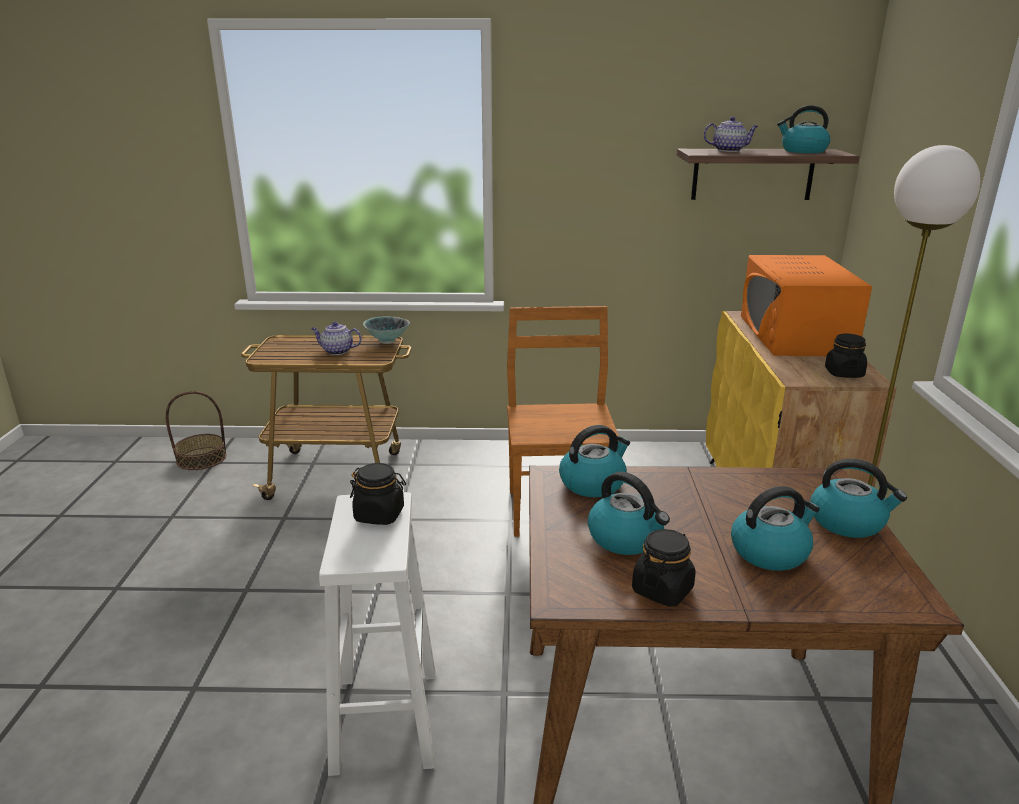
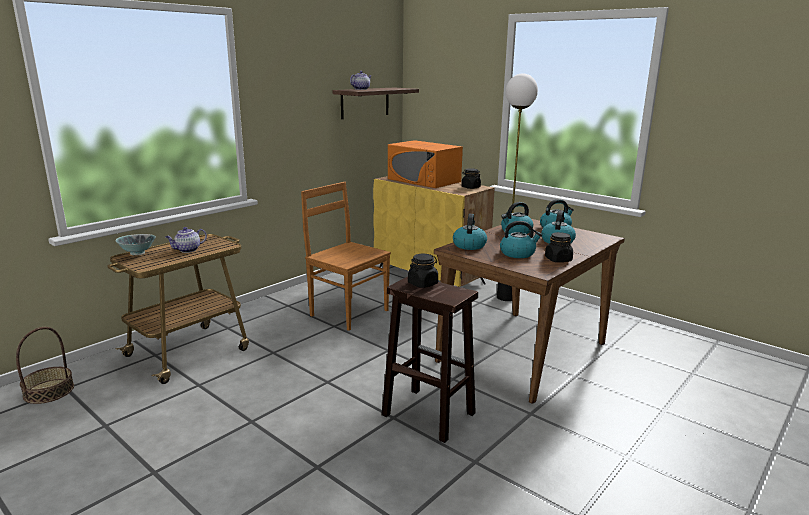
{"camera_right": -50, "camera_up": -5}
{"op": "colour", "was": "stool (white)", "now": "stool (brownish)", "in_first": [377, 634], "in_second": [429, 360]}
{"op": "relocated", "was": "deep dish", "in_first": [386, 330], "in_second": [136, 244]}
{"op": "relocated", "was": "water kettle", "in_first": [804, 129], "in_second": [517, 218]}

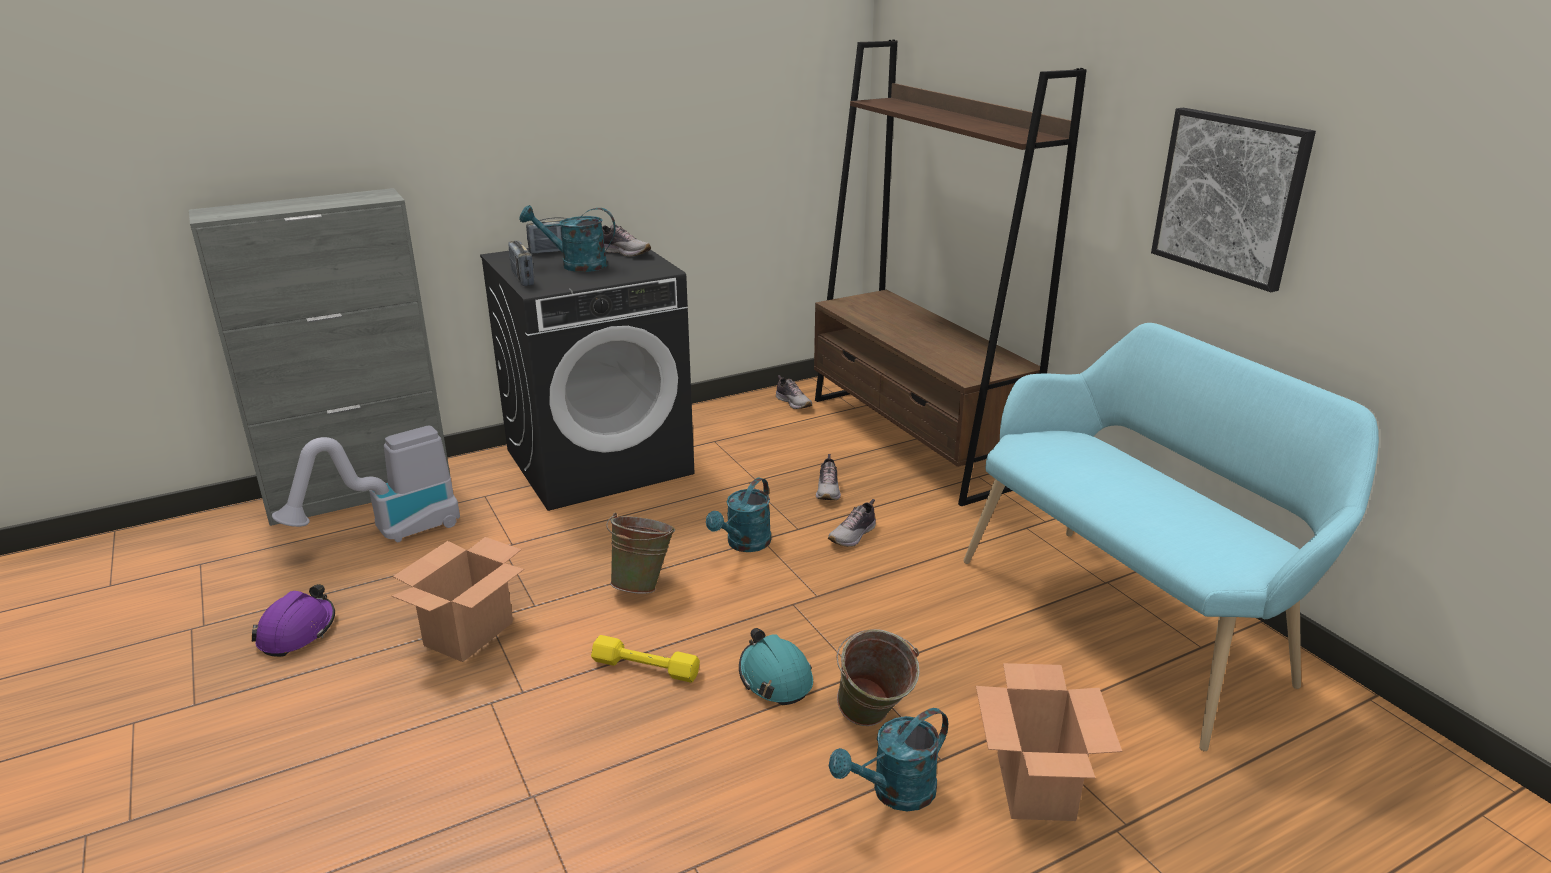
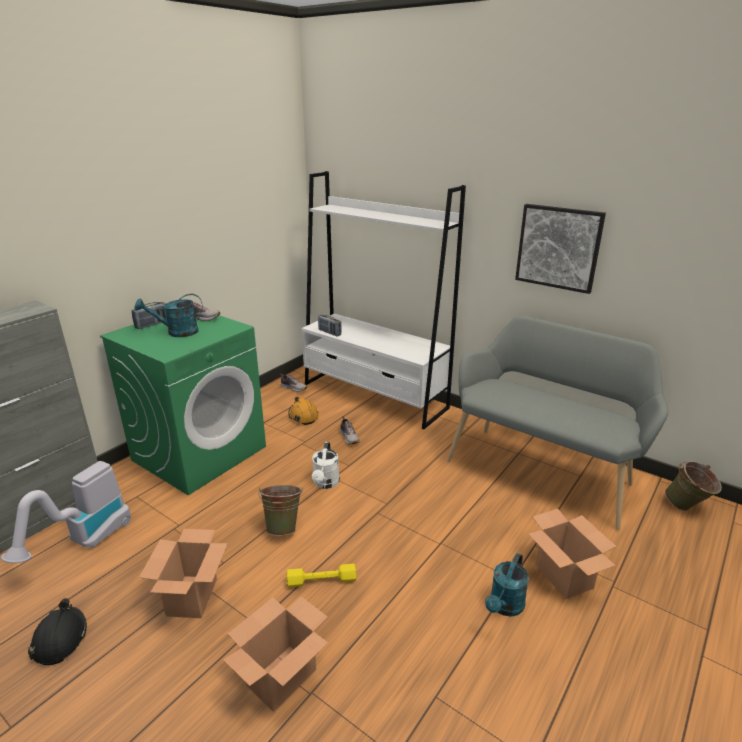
{"camera_right": -25, "camera_up": 0}
{"op": "colour", "was": "hard hat (purplish)", "now": "hard hat (black-coloured)", "in_first": [293, 620], "in_second": [57, 631]}
{"op": "colour", "was": "washing machine (black-coloured)", "now": "washing machine (green)", "in_first": [587, 379], "in_second": [183, 405]}
{"op": "relocated", "was": "radio", "in_first": [521, 263], "in_second": [330, 325]}
{"op": "colour", "was": "sprinkling can (turquoise-coloured)", "now": "sprinkling can (white)", "in_first": [738, 515], "in_second": [326, 465]}
{"op": "missing", "was": "hard hat (turquoise-coloured)", "in_first": [776, 666]}
{"op": "colour", "was": "bookshelf (brownish)", "now": "bookshelf (white)", "in_first": [950, 273], "in_second": [384, 300]}
{"op": "missing", "was": "low shoe", "in_first": [852, 523]}
{"op": "relocated", "was": "pail (green)", "in_first": [878, 677], "in_second": [693, 486]}
{"op": "colour", "was": "bench (turquoise-coloured)", "now": "bench (greyish)", "in_first": [1171, 537], "in_second": [557, 423]}
{"op": "appeared", "now": "packing box", "in_second": [275, 654]}
{"op": "appeared", "now": "hard hat (orange)", "in_second": [303, 411]}

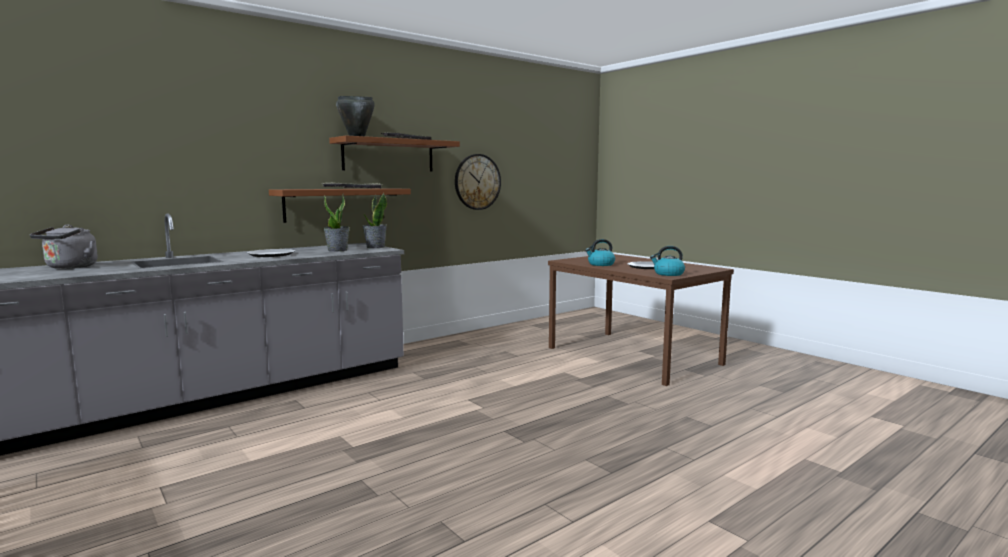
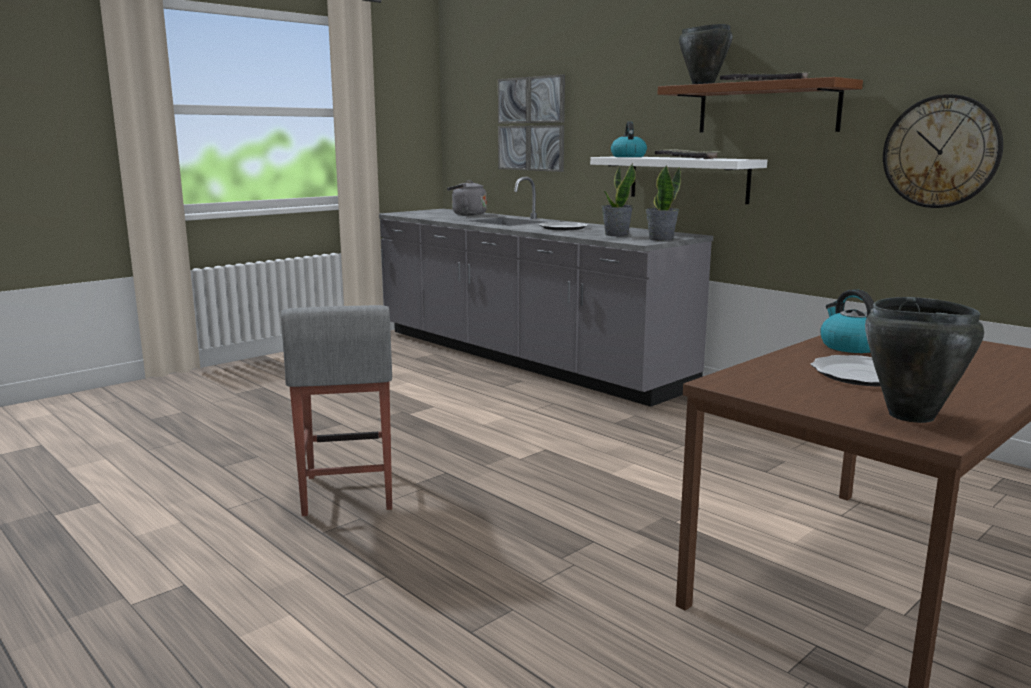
{"camera_right": 85, "camera_up": 5}
{"op": "colour", "was": "shelf (brownish)", "now": "shelf (white)", "in_first": [340, 205], "in_second": [678, 180]}
{"op": "relocated", "was": "water kettle", "in_first": [667, 261], "in_second": [629, 139]}
{"op": "appeared", "now": "stool (greyish)", "in_second": [336, 410]}
{"op": "appeared", "now": "wall picture", "in_second": [531, 123]}
{"op": "appeared", "now": "stockpot (black-coloured)", "in_second": [924, 360]}

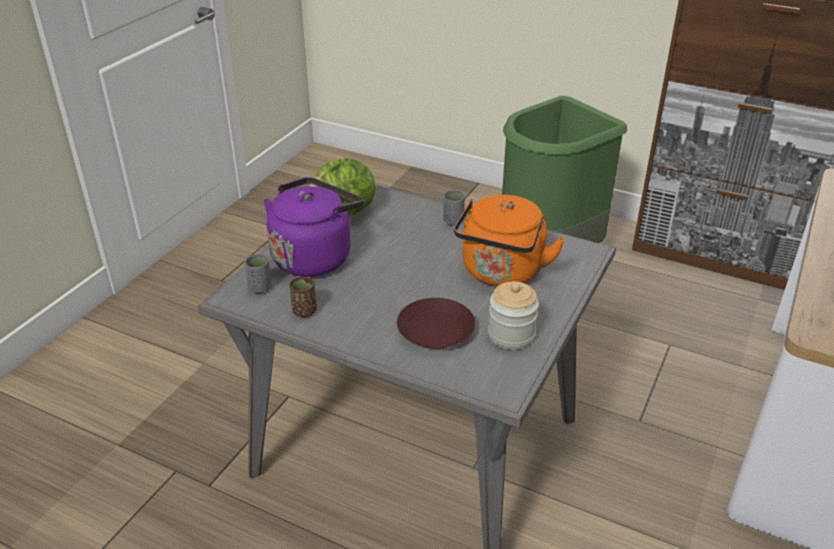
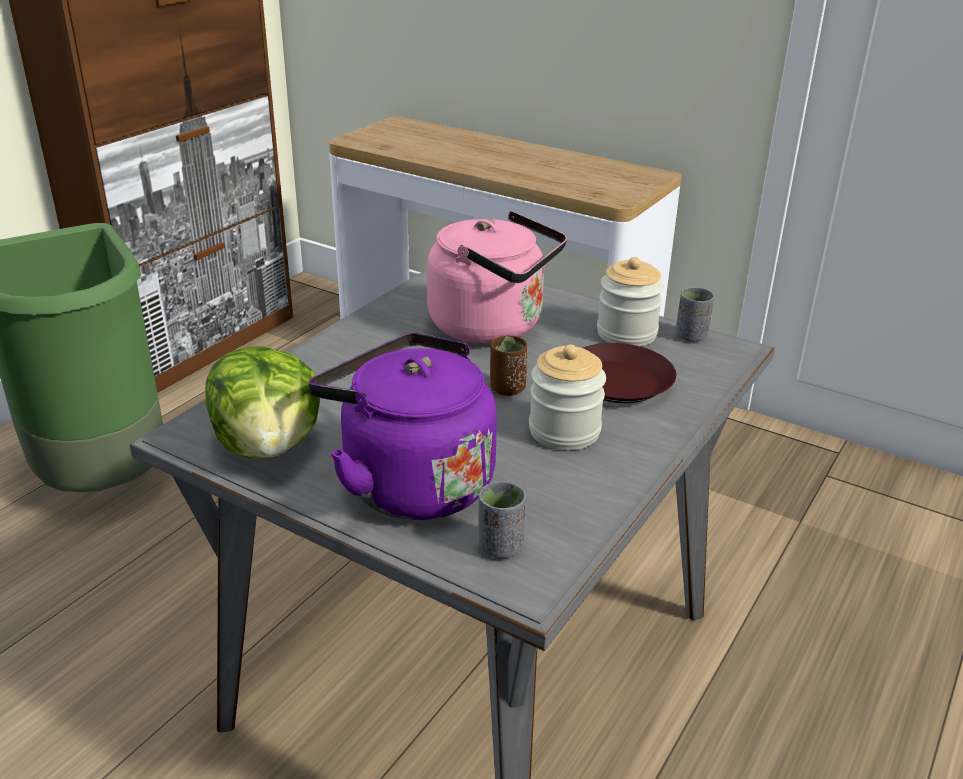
{"camera_right": -85, "camera_up": -5}
{"op": "relocated", "was": "cup (brownish)", "in_first": [303, 297], "in_second": [508, 365]}
{"op": "relocated", "was": "cup (greyish)", "in_first": [454, 208], "in_second": [695, 314]}
{"op": "colour", "was": "water kettle (orange)", "now": "water kettle (pinkish)", "in_first": [509, 240], "in_second": [497, 277]}
{"op": "appeared", "now": "storage jar", "in_second": [567, 397]}

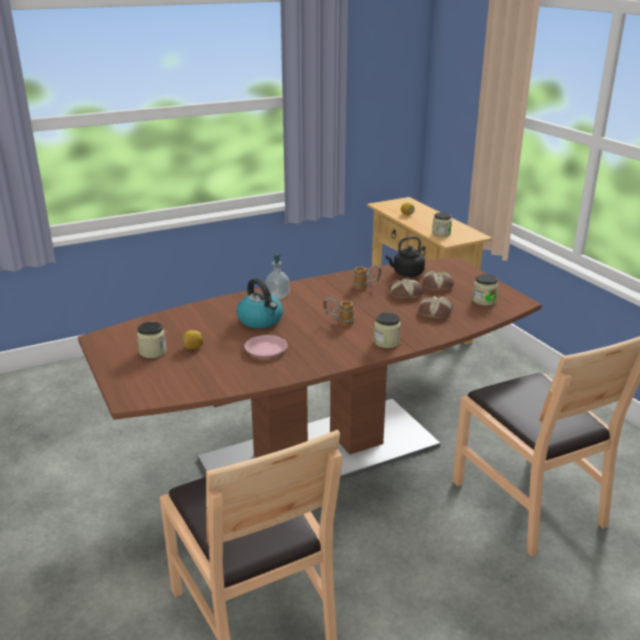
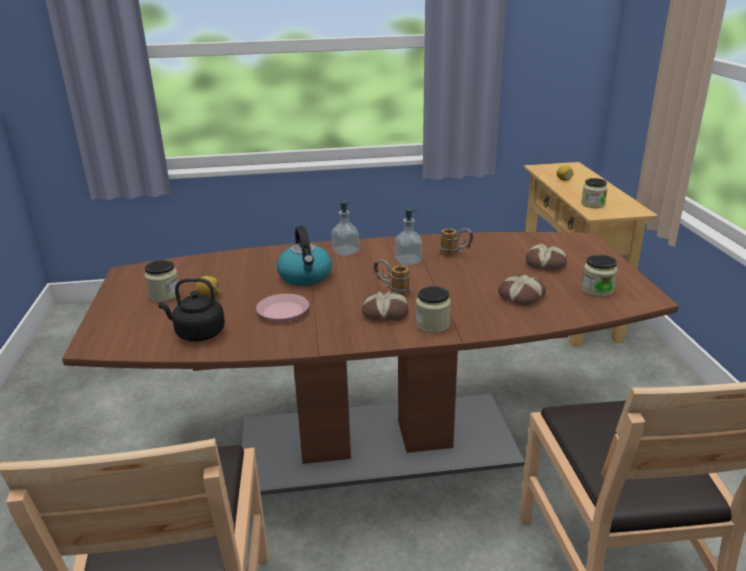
{"camera_right": 20, "camera_up": 0}
{"op": "relocated", "was": "water kettle (black-coloured)", "in_first": [405, 256], "in_second": [191, 310]}
{"op": "relocated", "was": "bread", "in_first": [405, 289], "in_second": [385, 306]}
{"op": "appeared", "now": "liquid soap bottle", "in_second": [408, 237]}

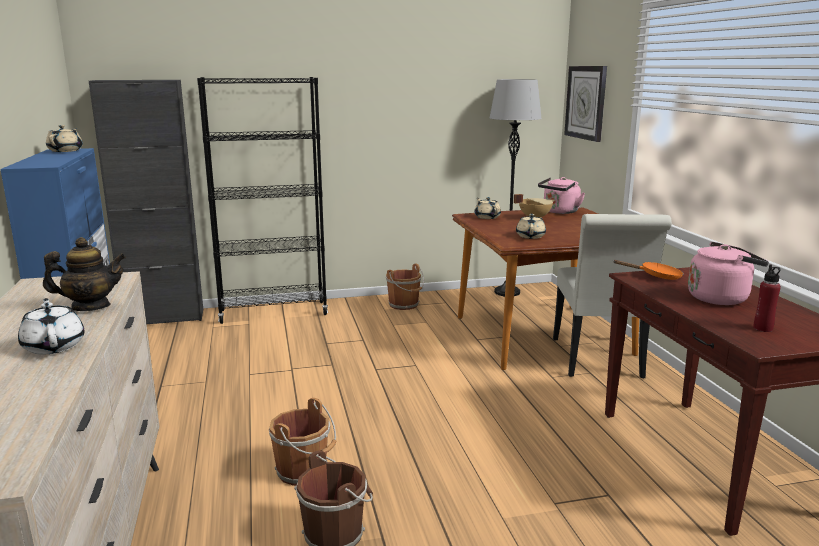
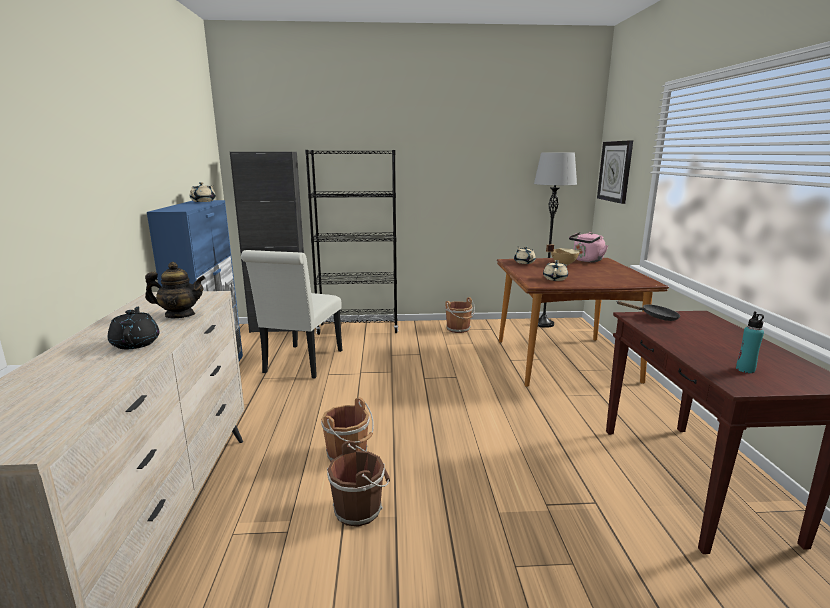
{"camera_right": 10, "camera_up": 0}
{"op": "colour", "was": "pot for tea (white)", "now": "pot for tea (black-coloured)", "in_first": [51, 326], "in_second": [134, 328]}
{"op": "relocated", "was": "chair (white)", "in_first": [612, 296], "in_second": [291, 314]}
{"op": "colour", "was": "pan (orange)", "now": "pan (black-coloured)", "in_first": [648, 270], "in_second": [648, 311]}
{"op": "missing", "was": "water kettle (pinkish)", "in_first": [728, 273]}
{"op": "colour", "was": "beverage bottle (red)", "now": "beverage bottle (turquoise-coloured)", "in_first": [767, 298], "in_second": [750, 342]}

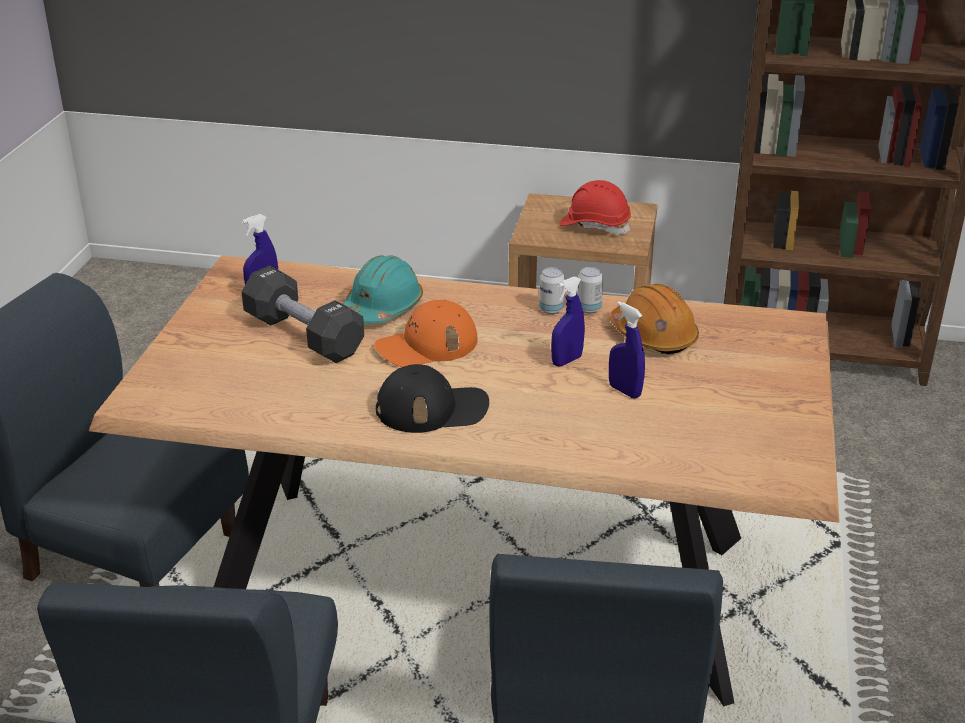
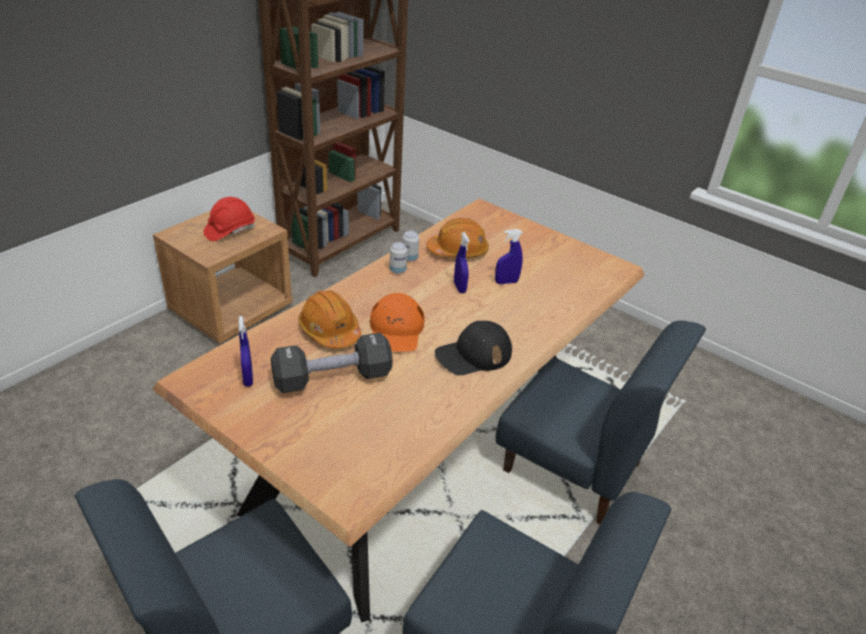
{"camera_right": -65, "camera_up": 5}
{"op": "colour", "was": "hard hat (turquoise-coloured)", "now": "hard hat (orange)", "in_first": [383, 289], "in_second": [329, 319]}
{"op": "spun", "was": "peaked cap (black-coloured)", "in_first": [432, 398], "in_second": [473, 348], "clockwise": -135}

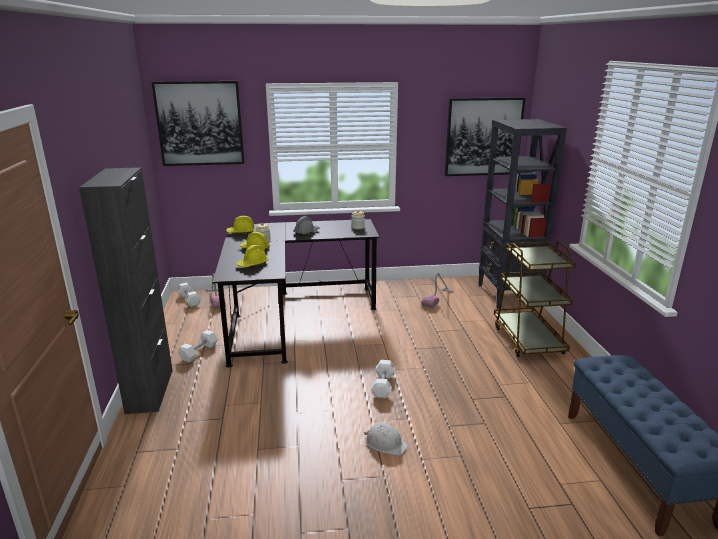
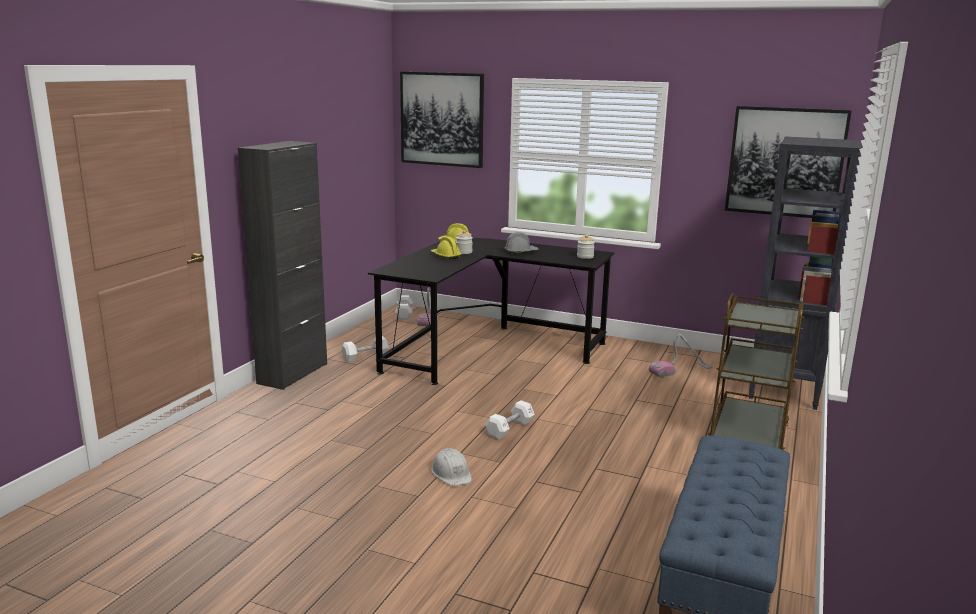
{"camera_right": 30, "camera_up": -5}
{"op": "missing", "was": "hard hat (yellowish)", "in_first": [252, 255]}

